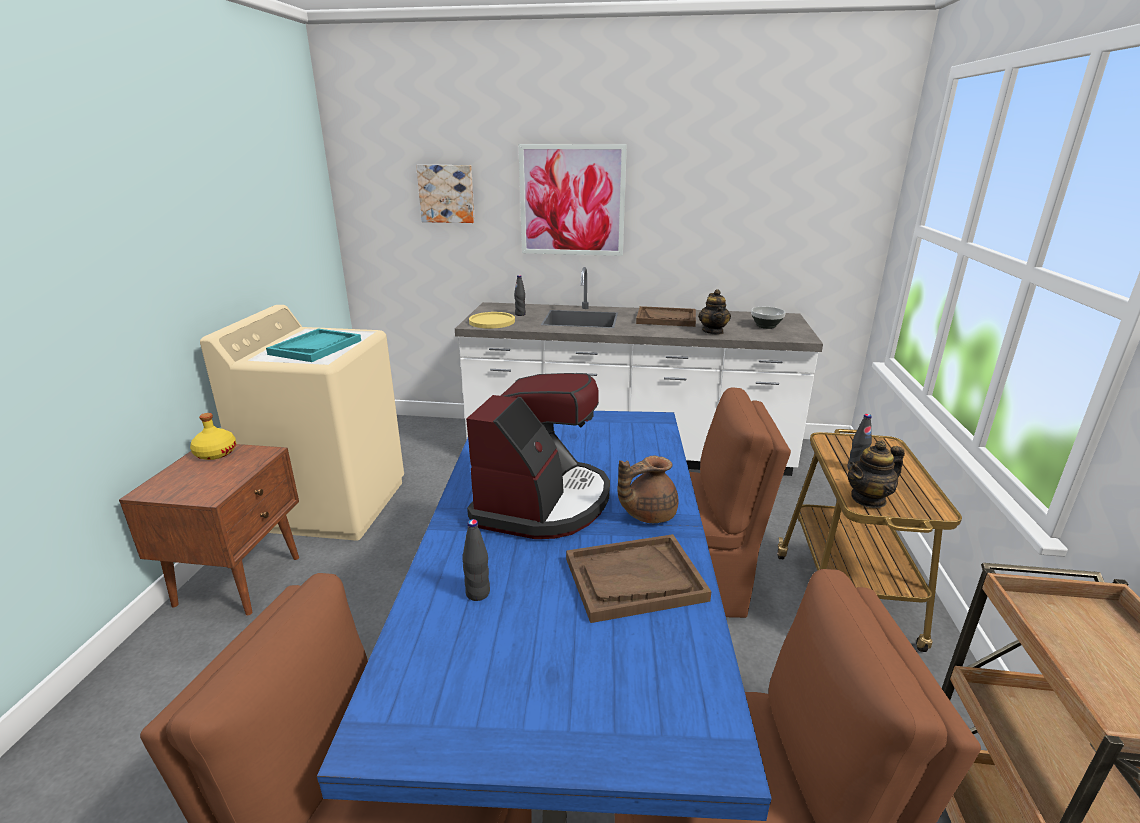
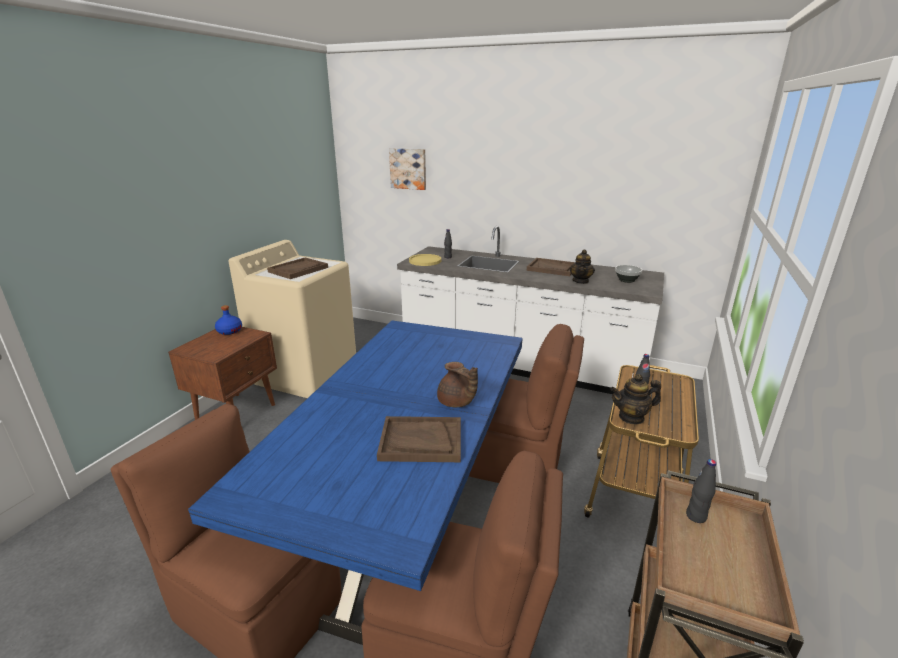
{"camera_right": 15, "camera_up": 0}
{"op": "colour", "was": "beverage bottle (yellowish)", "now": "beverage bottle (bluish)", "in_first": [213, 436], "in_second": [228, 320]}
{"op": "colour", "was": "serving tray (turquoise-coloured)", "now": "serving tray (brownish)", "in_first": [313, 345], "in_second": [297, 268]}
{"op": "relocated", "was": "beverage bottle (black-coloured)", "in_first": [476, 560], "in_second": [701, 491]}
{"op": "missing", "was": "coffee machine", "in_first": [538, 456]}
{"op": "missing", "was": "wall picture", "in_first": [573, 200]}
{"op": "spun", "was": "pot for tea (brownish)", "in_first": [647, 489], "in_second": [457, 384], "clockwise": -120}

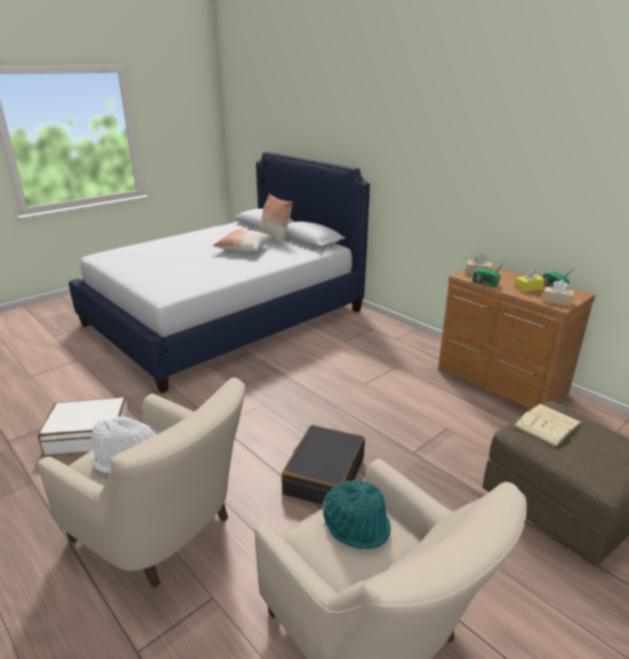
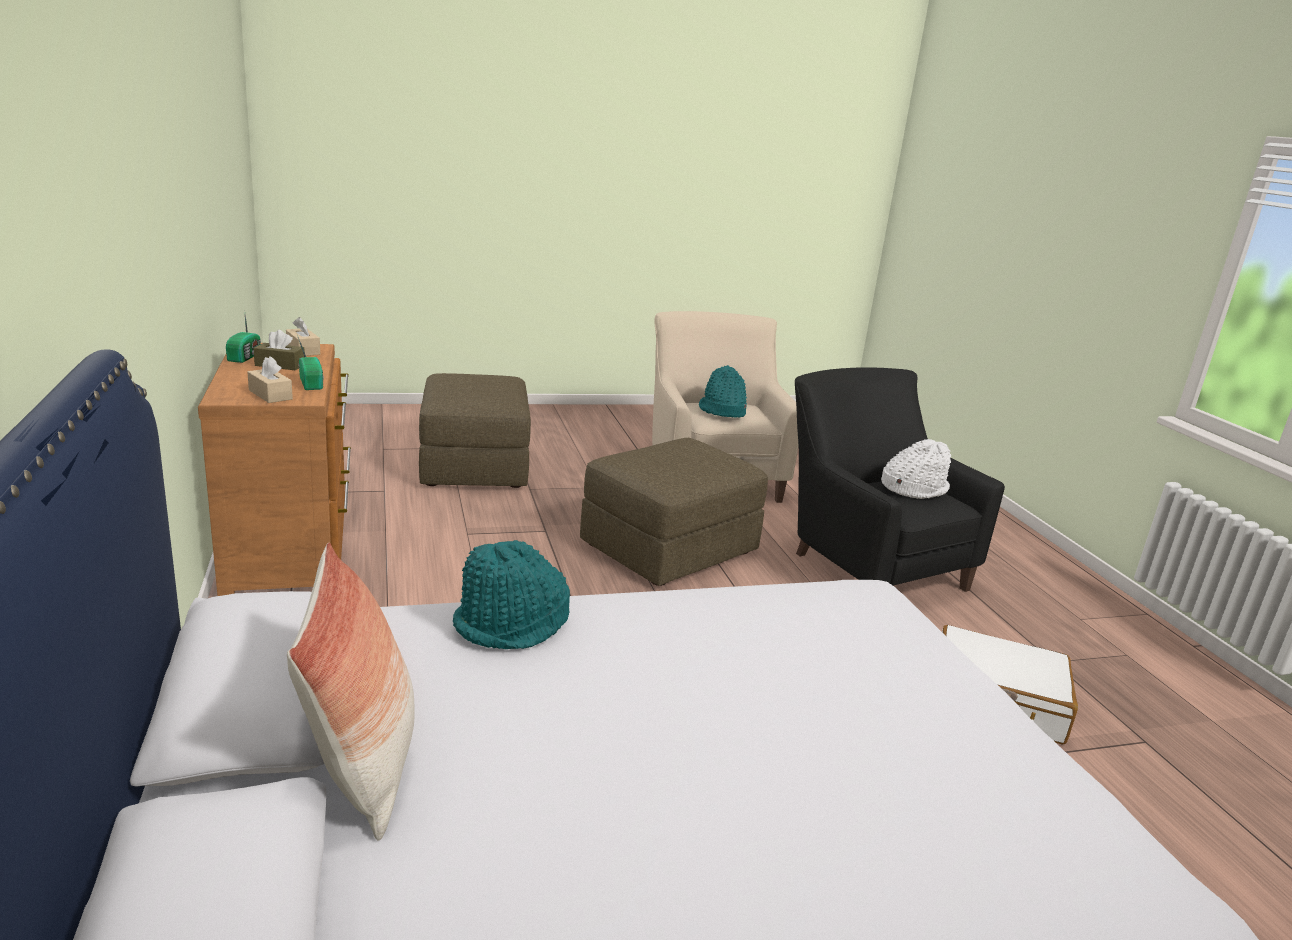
{"camera_right": -155, "camera_up": -5}
{"op": "colour", "was": "easy chair (beige-coloured)", "now": "easy chair (black-coloured)", "in_first": [141, 483], "in_second": [900, 479]}
{"op": "missing", "was": "throw pillow", "in_first": [242, 241]}
{"op": "exchanged", "was": "travel case (black-coloured)", "now": "footrest (brownish)", "in_first": [323, 465], "in_second": [674, 512]}
{"op": "missing", "was": "volume (beige-coloured)", "in_first": [547, 426]}
{"op": "colour", "was": "tissue holder (yellowish)", "now": "tissue holder (brownish)", "in_first": [529, 280], "in_second": [278, 350]}
{"op": "appeared", "now": "clothing hat (turquoise-coloured)", "in_second": [511, 594]}

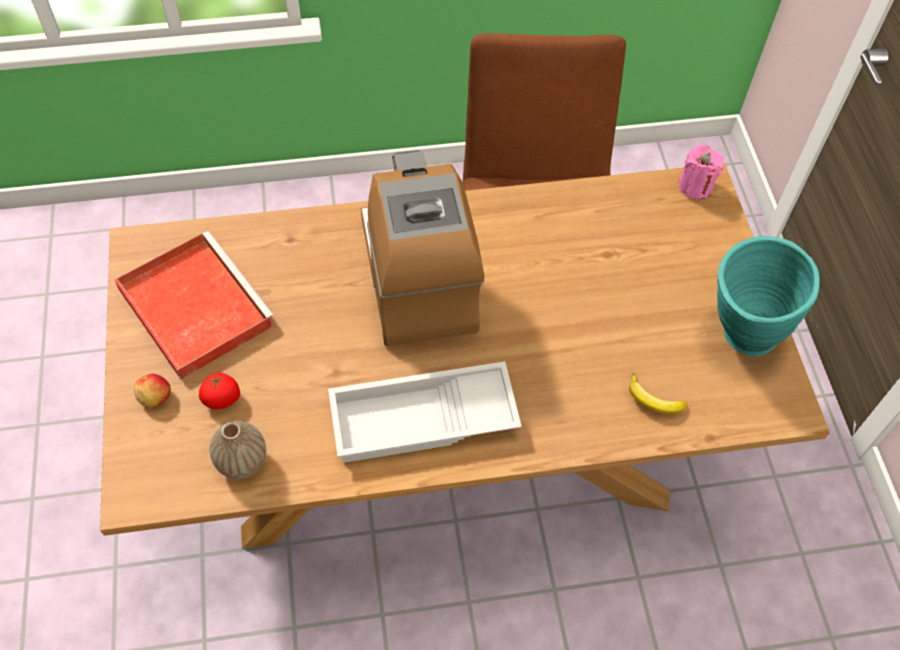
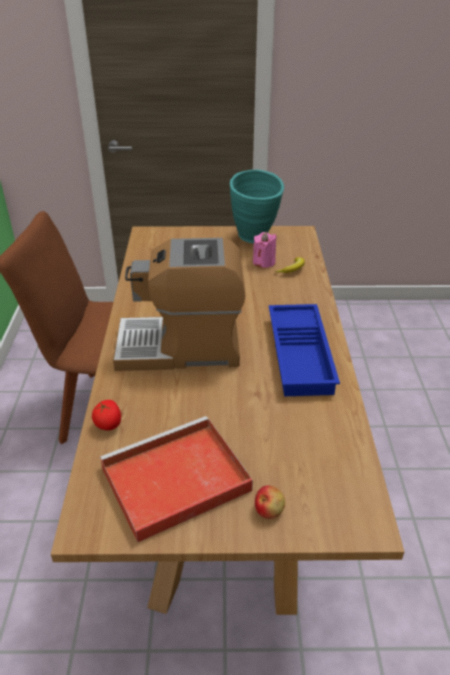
{"camera_right": -80, "camera_up": -20}
{"op": "relocated", "was": "tomato", "in_first": [219, 390], "in_second": [106, 415]}
{"op": "missing", "was": "flower vase", "in_first": [238, 450]}
{"op": "colour", "was": "serving tray (white)", "now": "serving tray (bluish)", "in_first": [425, 412], "in_second": [304, 350]}
{"op": "relocated", "was": "candle (pinkish)", "in_first": [701, 171], "in_second": [265, 250]}

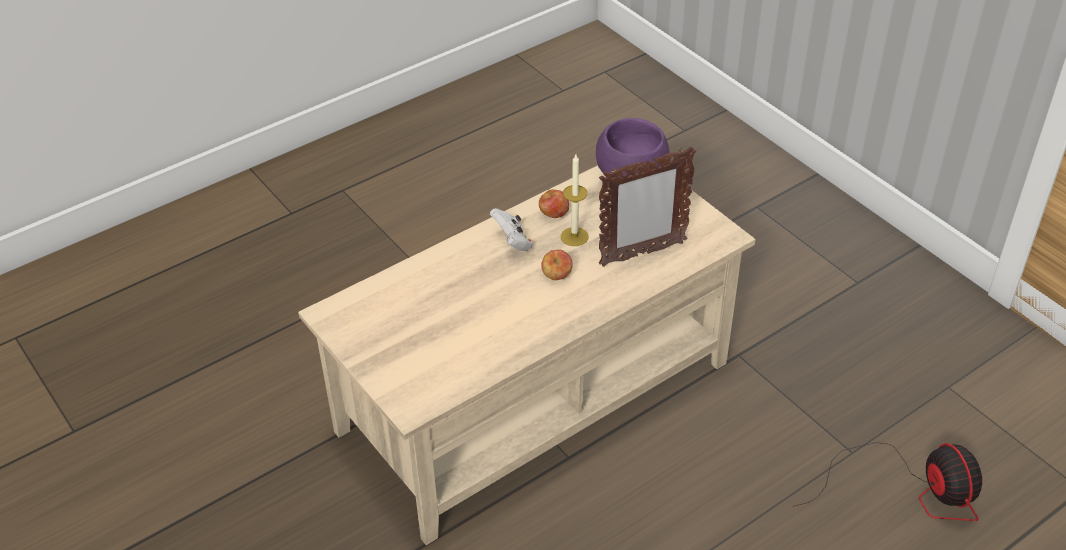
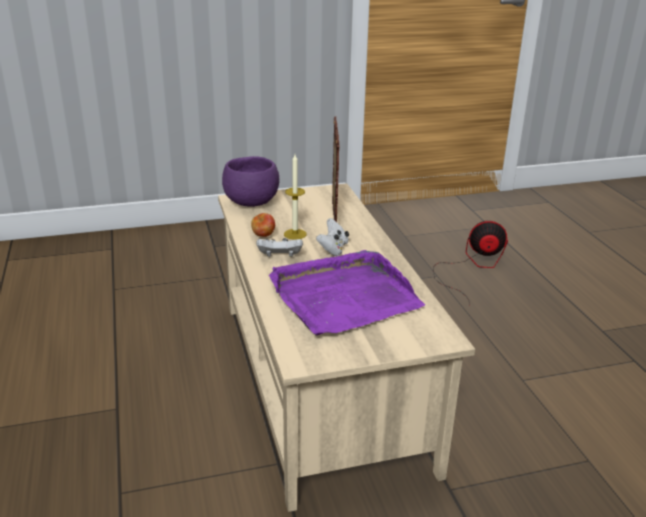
{"camera_right": -70, "camera_up": -15}
{"op": "exchanged", "was": "apple", "now": "joypad (white)", "in_first": [557, 264], "in_second": [332, 237]}
{"op": "appeared", "now": "serving tray (purplish)", "in_second": [347, 292]}

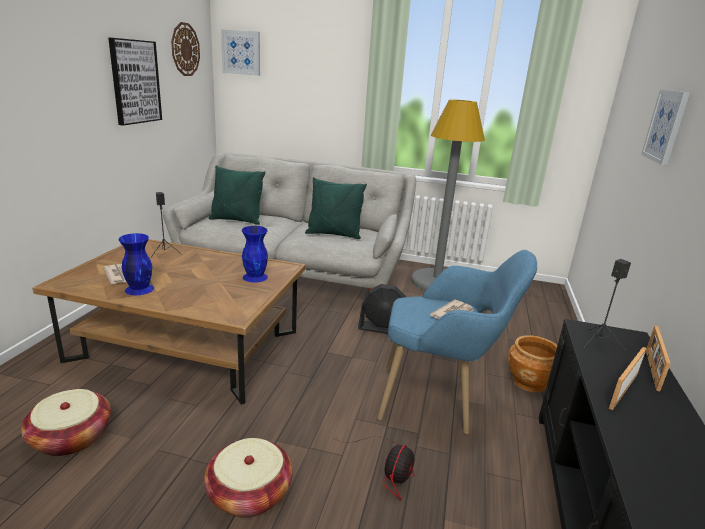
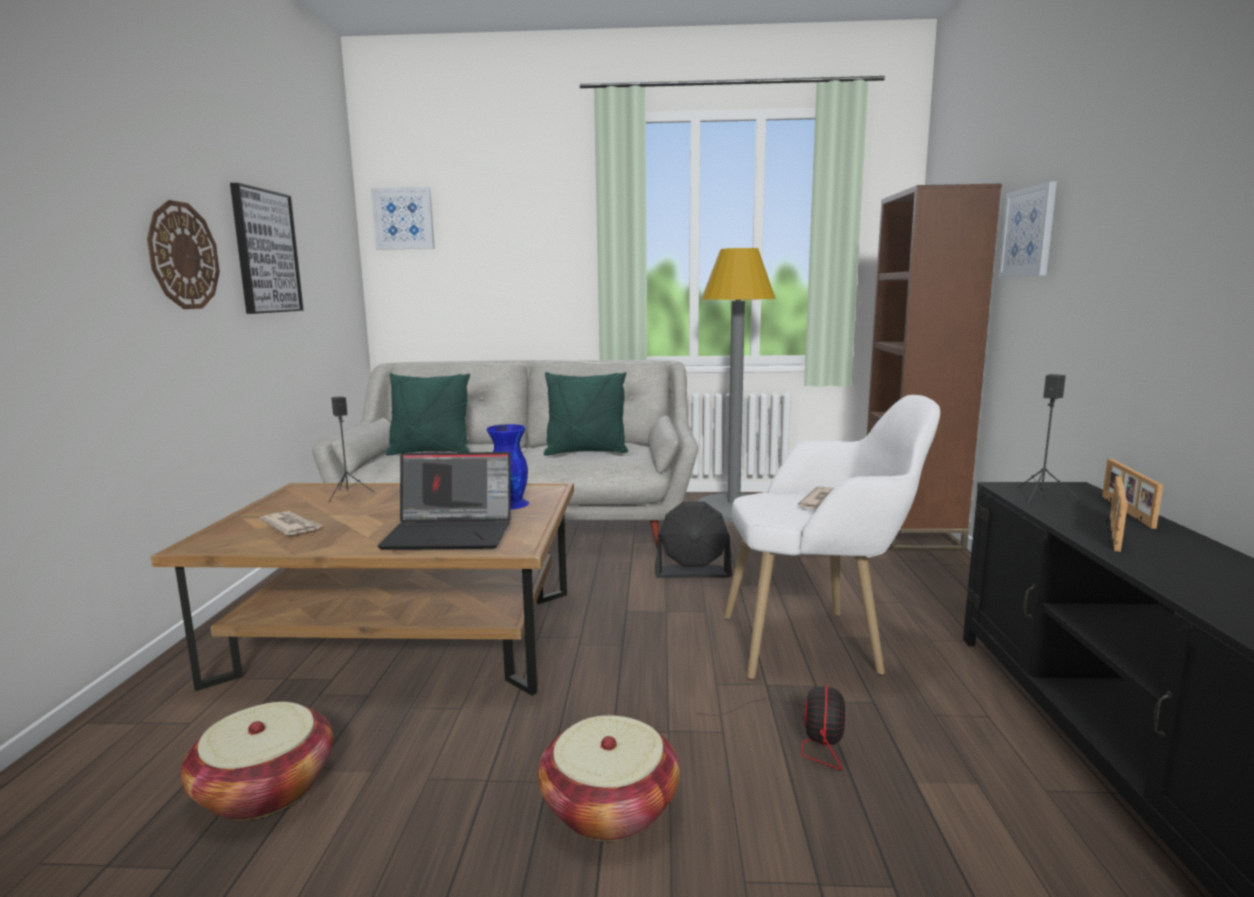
{"camera_right": -10, "camera_up": -10}
{"op": "missing", "was": "flower vase (bluish)", "in_first": [136, 264]}
{"op": "relocated", "was": "hanging clock", "in_first": [185, 49], "in_second": [183, 254]}
{"op": "colour", "was": "easy chair (bluish)", "now": "easy chair (white)", "in_first": [457, 342], "in_second": [832, 537]}
{"op": "missing", "was": "flower pot (brownish)", "in_first": [533, 363]}
{"op": "appeared", "now": "laptop", "in_second": [444, 501]}
{"op": "appeared", "now": "bookshelf (brownish)", "in_second": [934, 367]}

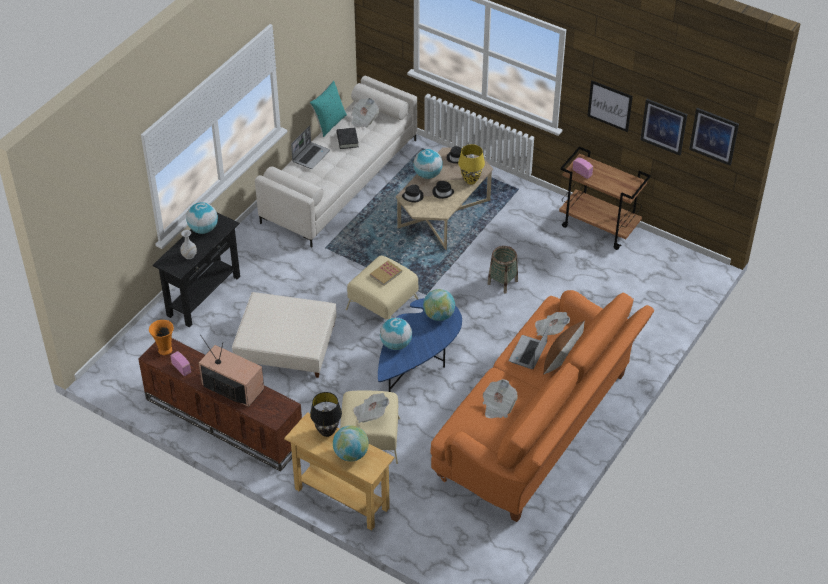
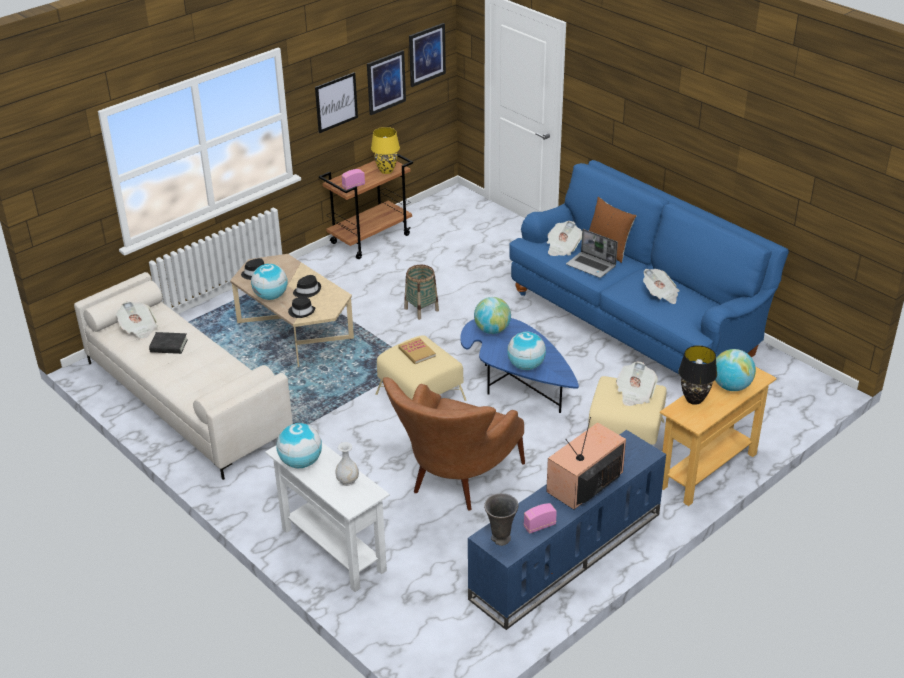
{"camera_right": -75, "camera_up": -10}
{"op": "colour", "was": "media console (brownish)", "now": "media console (bluish)", "in_first": [220, 405], "in_second": [567, 530]}
{"op": "colour", "was": "flower vase (orange)", "now": "flower vase (greyish)", "in_first": [161, 337], "in_second": [501, 519]}
{"op": "colour", "was": "narrow table (black-coloured)", "now": "narrow table (white)", "in_first": [196, 270], "in_second": [327, 517]}
{"op": "exchanged", "was": "footrest (beige-coloured)", "now": "easy chair (brownish)", "in_first": [284, 335], "in_second": [454, 444]}
{"op": "missing", "was": "laptop", "in_first": [310, 147]}
{"op": "missing", "was": "throw pillow (turquoise-coloured)", "in_first": [328, 108]}
{"op": "colour", "was": "sofa (orange)", "now": "sofa (bluish)", "in_first": [542, 406], "in_second": [649, 267]}
{"op": "relocated", "was": "table lamp (yellowish)", "in_first": [471, 164], "in_second": [385, 150]}

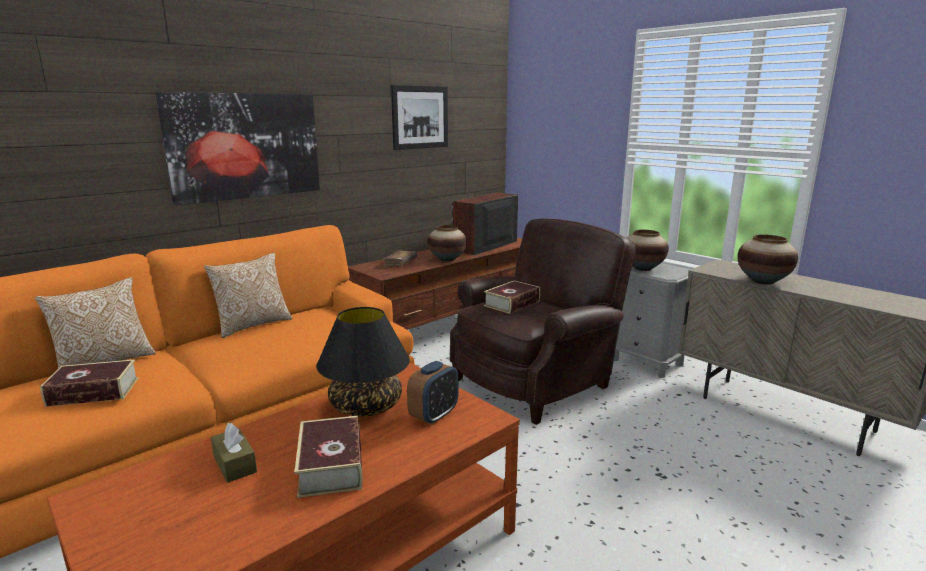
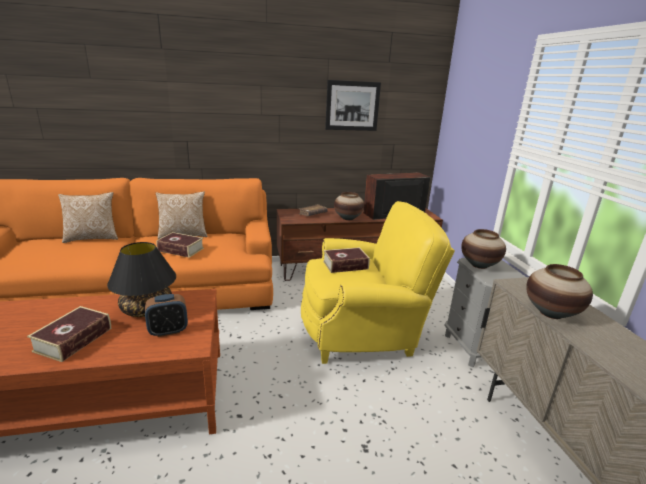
{"camera_right": 30, "camera_up": 5}
{"op": "relocated", "was": "volume", "in_first": [89, 383], "in_second": [180, 245]}
{"op": "missing", "was": "wall picture", "in_first": [238, 149]}
{"op": "missing", "was": "tissue holder (brownish)", "in_first": [234, 453]}
{"op": "colour", "was": "easy chair (brownish)", "now": "easy chair (yellowish)", "in_first": [543, 322], "in_second": [378, 282]}

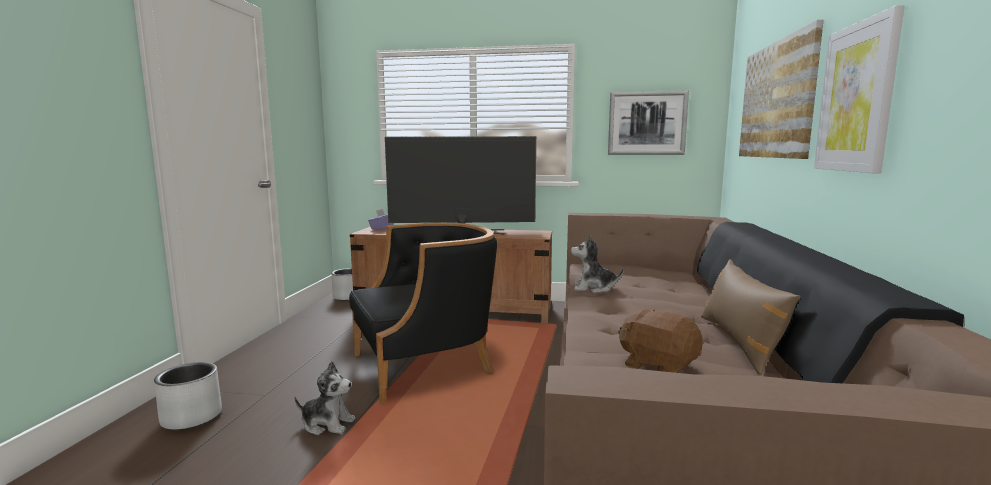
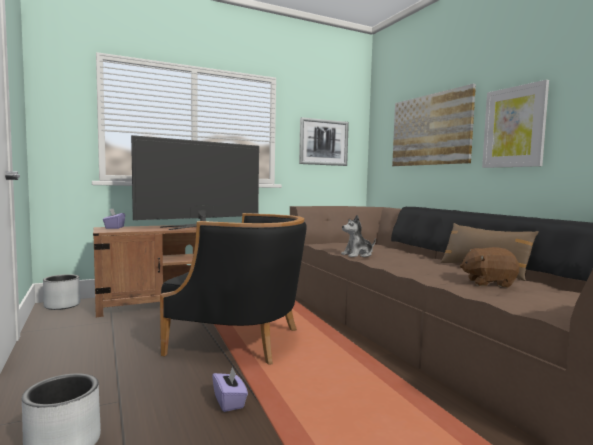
{"camera_right": -35, "camera_up": -5}
{"op": "exchanged", "was": "plush toy", "now": "tissue holder (purplish)", "in_first": [324, 398], "in_second": [230, 389]}
{"op": "spun", "was": "easy chair (black-coloured)", "in_first": [423, 313], "in_second": [233, 289], "clockwise": 75}

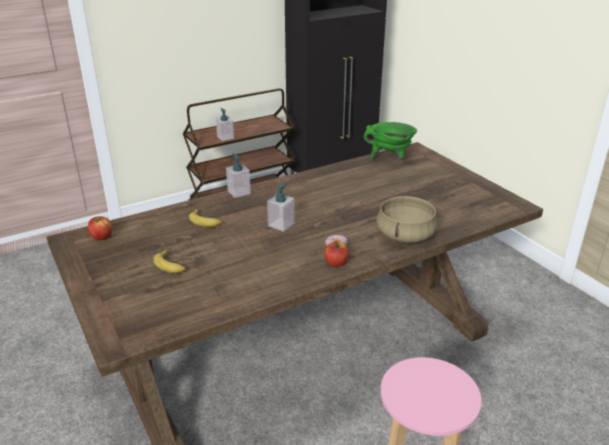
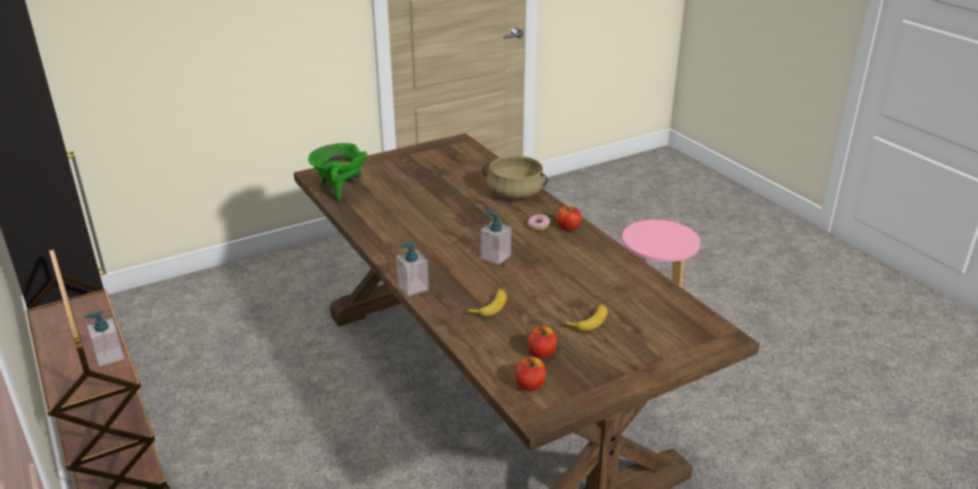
{"camera_right": -90, "camera_up": 0}
{"op": "appeared", "now": "apple", "in_second": [542, 342]}

